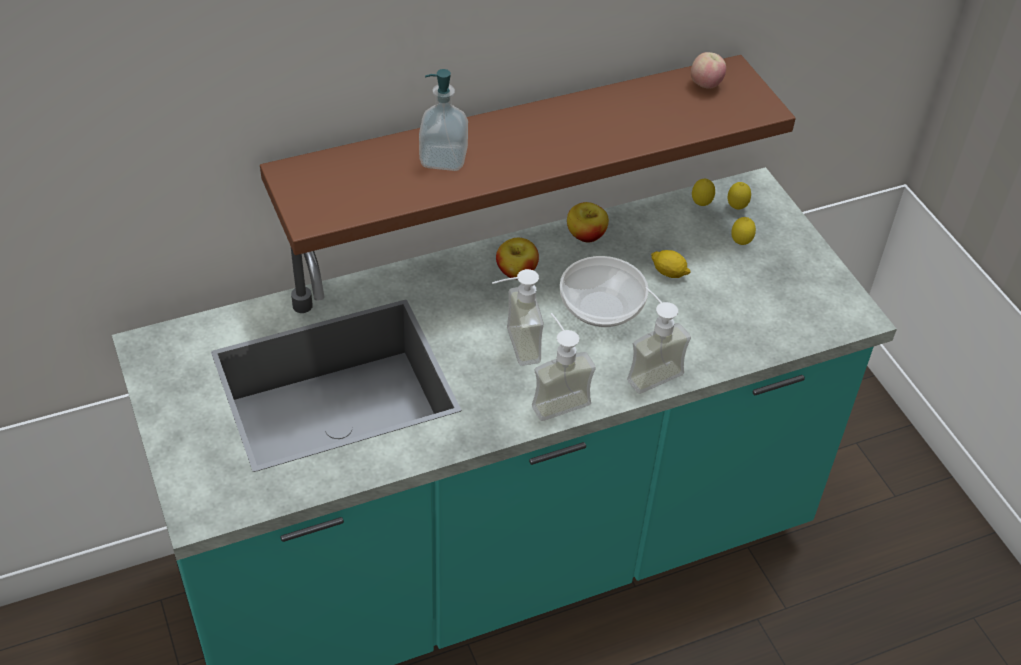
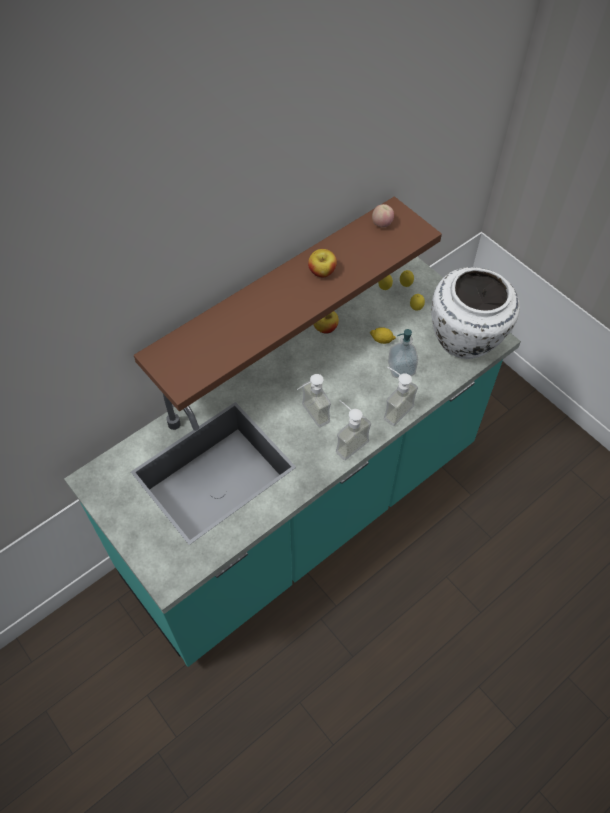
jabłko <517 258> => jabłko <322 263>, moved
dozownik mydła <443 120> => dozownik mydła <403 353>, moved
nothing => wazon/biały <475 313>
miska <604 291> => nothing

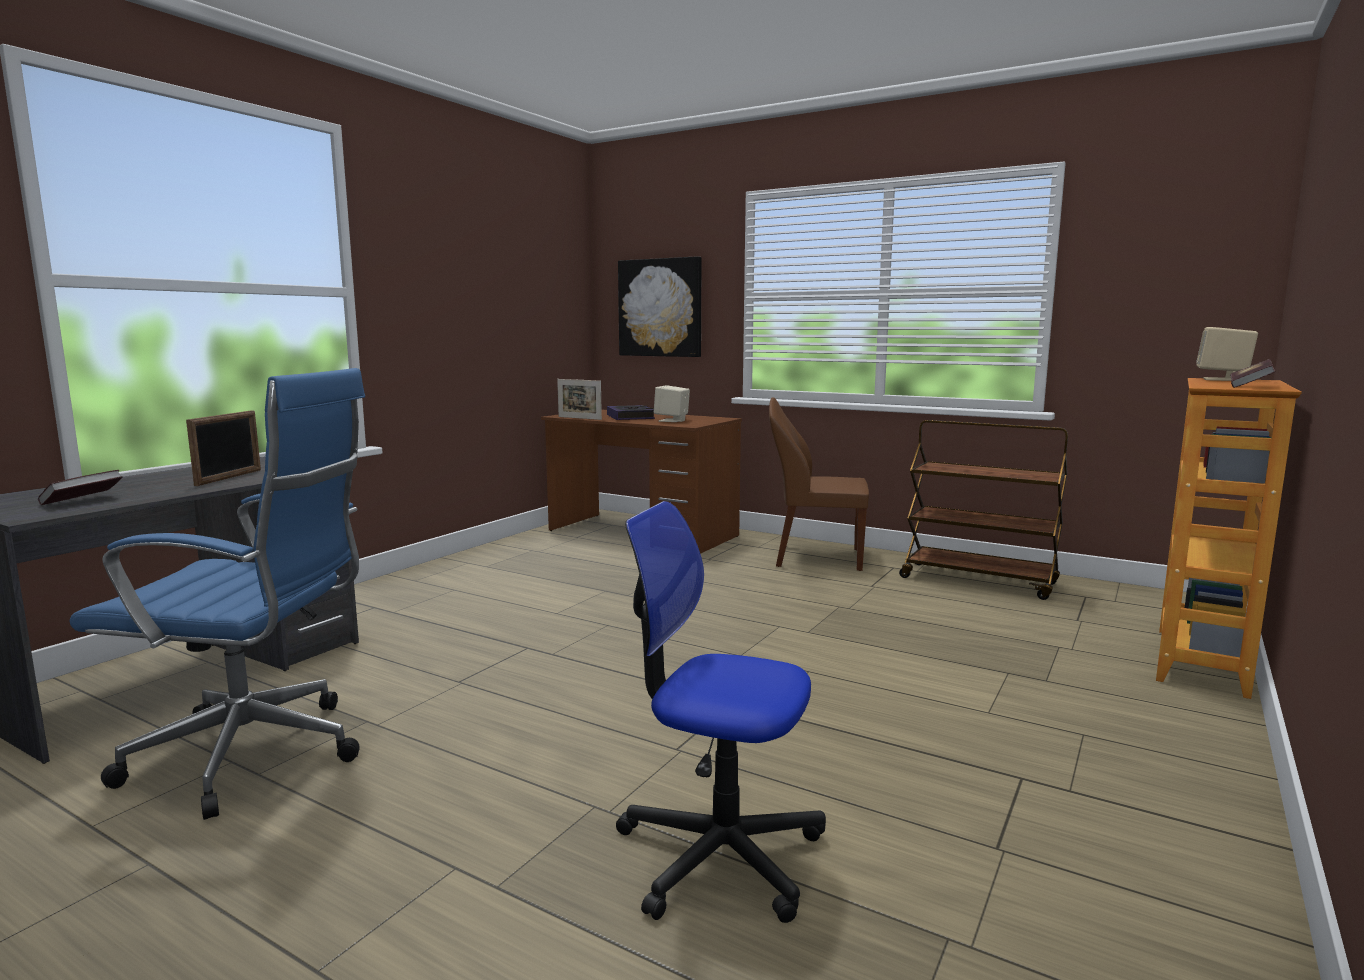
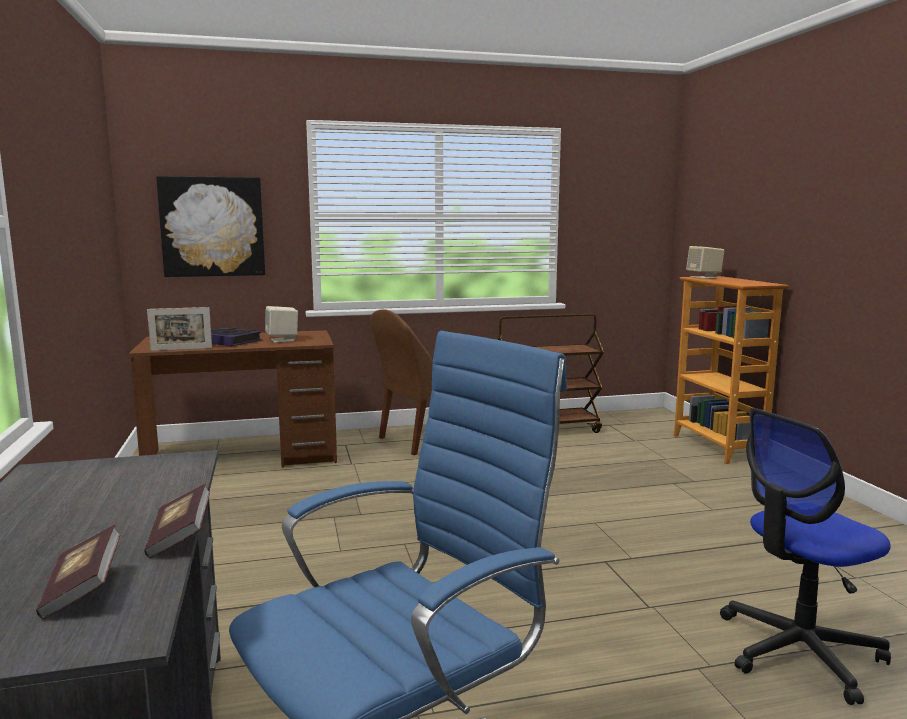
książka <1253 373> => książka <177 521>, moved
ramka na zdjęcie <223 448> => nothing

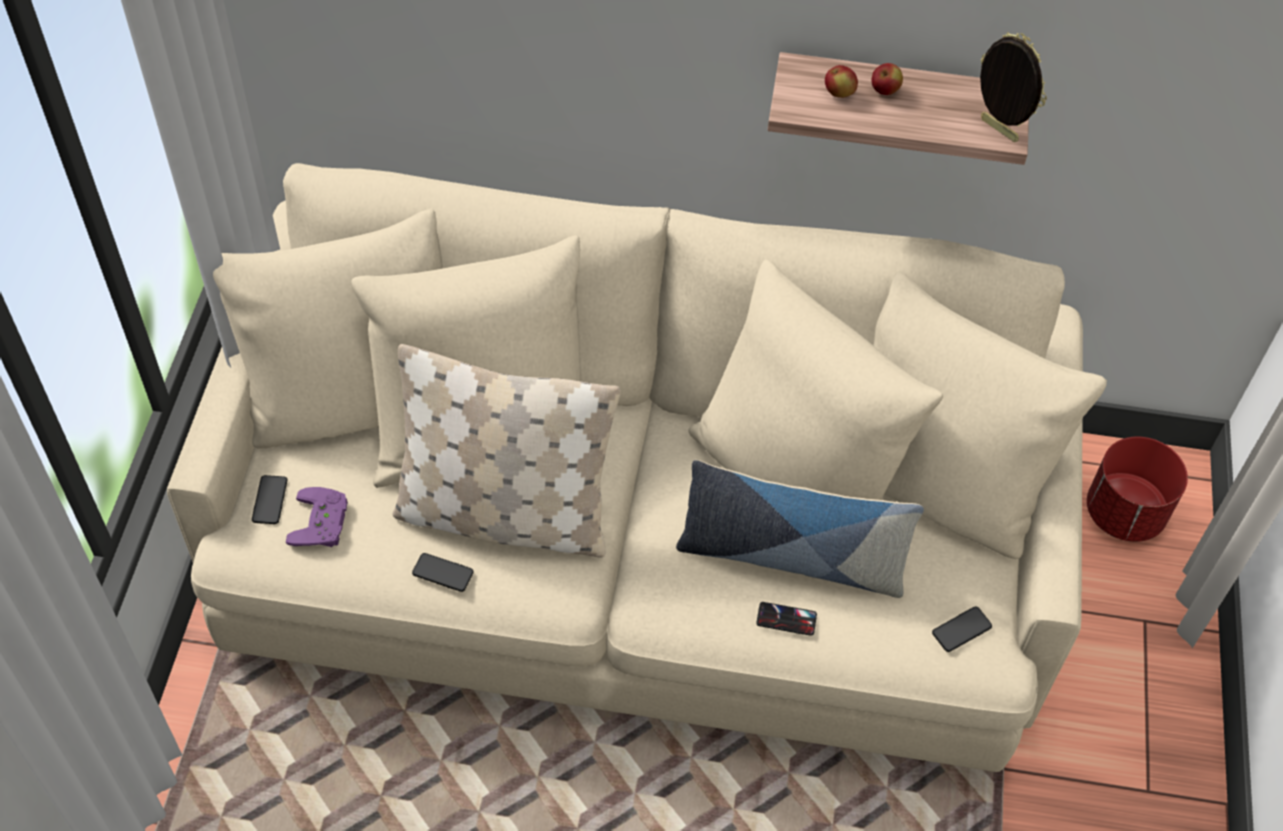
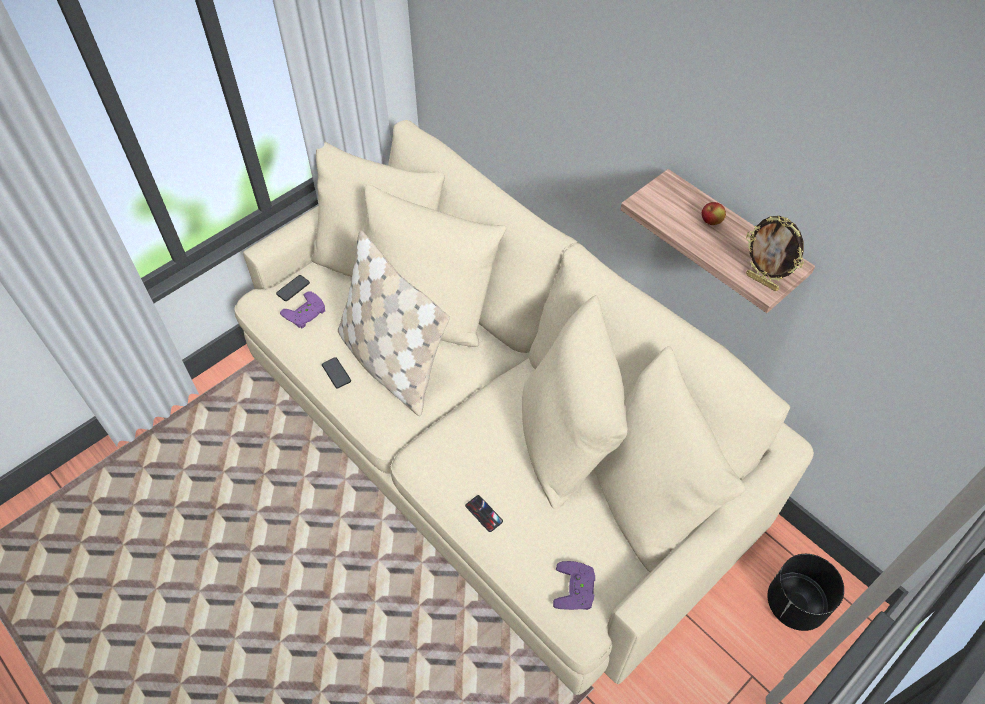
telefon <962 629> => pad do gier/fioletowy <574 585>
ramka na zdjęcie <1013 87> => ramka na zdjęcie <775 253>, 135 degrees clockwise
donica/czerwony <1137 489> => donica/czarny <806 592>
poduszka <800 529> => nothing
jabłko <841 81> => nothing

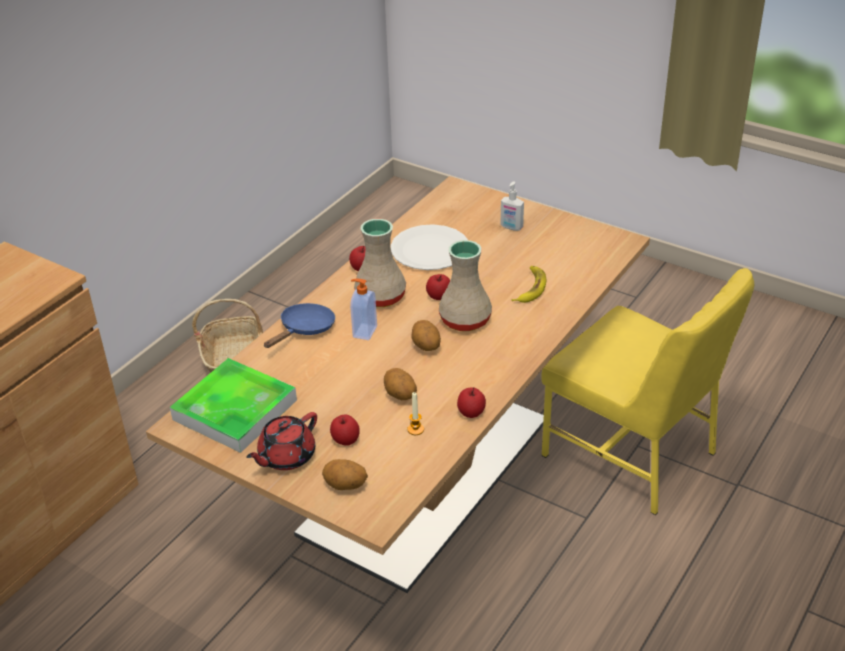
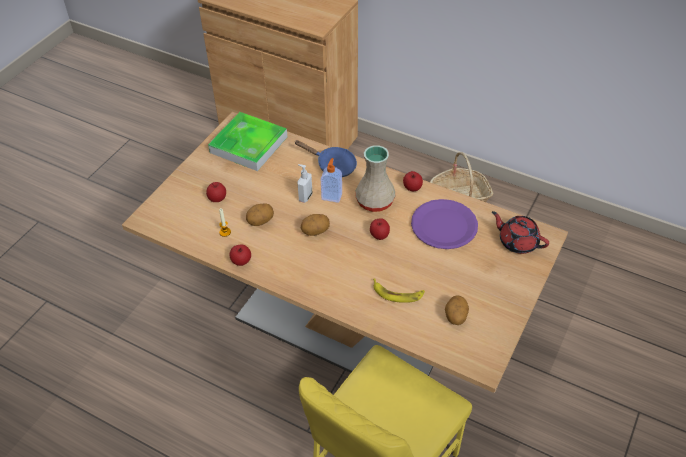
dozownik mydła <512 206> => dozownik mydła <305 183>, moved
talerz/biały <429 247> => talerz/fioletowy <444 224>
ziemniak <345 474> => ziemniak <457 310>, moved
imbryk/czerwony <281 441> => imbryk/czerwony <520 232>, moved
wazon/beżowy <465 286> => nothing

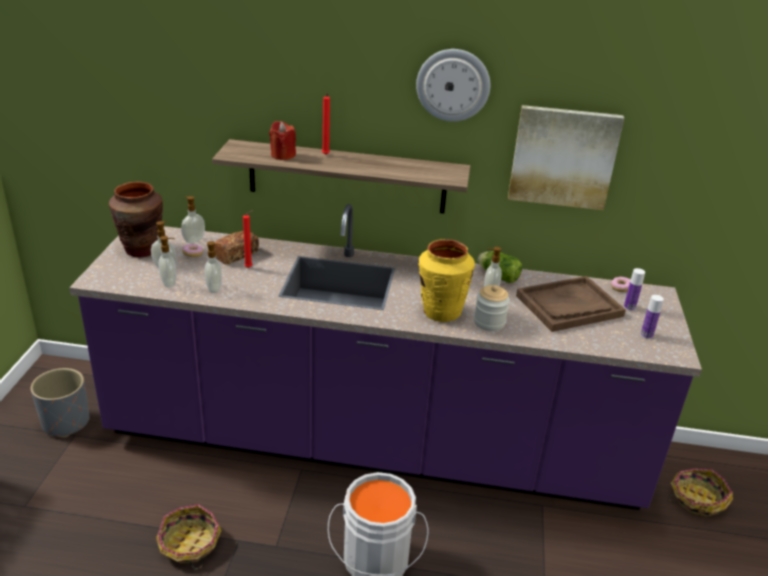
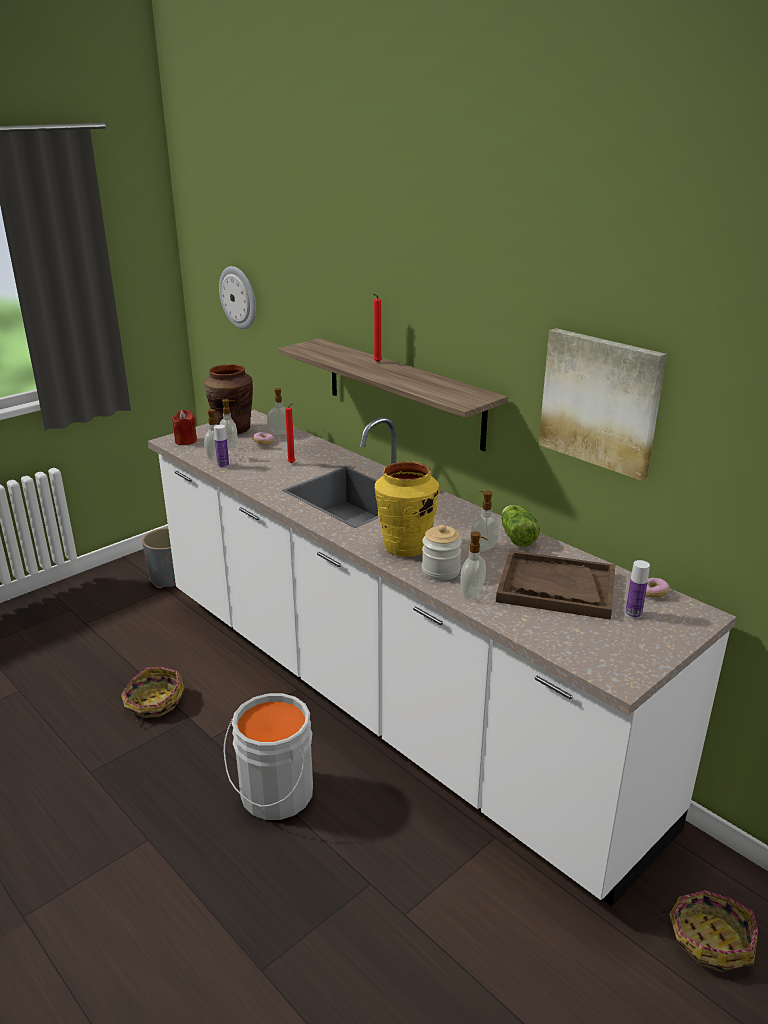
zabudowa kuchenna/fioletowy <385 357> => zabudowa kuchenna/biały <442 658>
świeca/czerwony <282 140> => świeca/czerwony <184 427>, moved
butelka <652 317> => butelka <221 446>, moved
zegar ścienny <453 85> => zegar ścienny <237 297>, moved
dozownik mydła <213 267> => dozownik mydła <474 565>, moved
chleb <236 248> => nothing

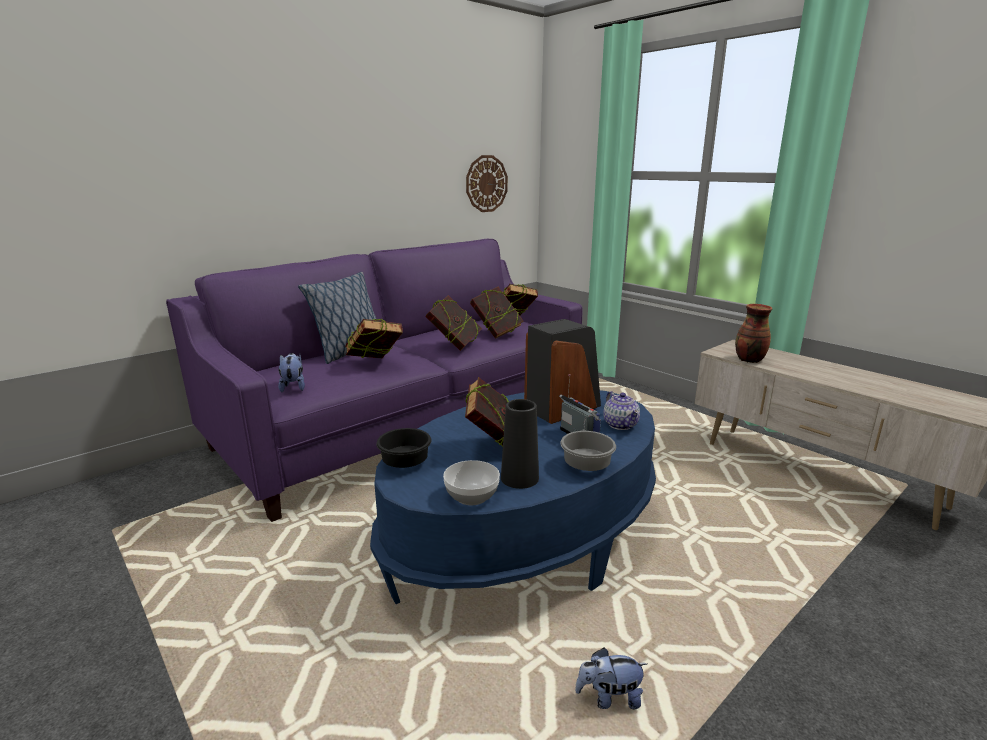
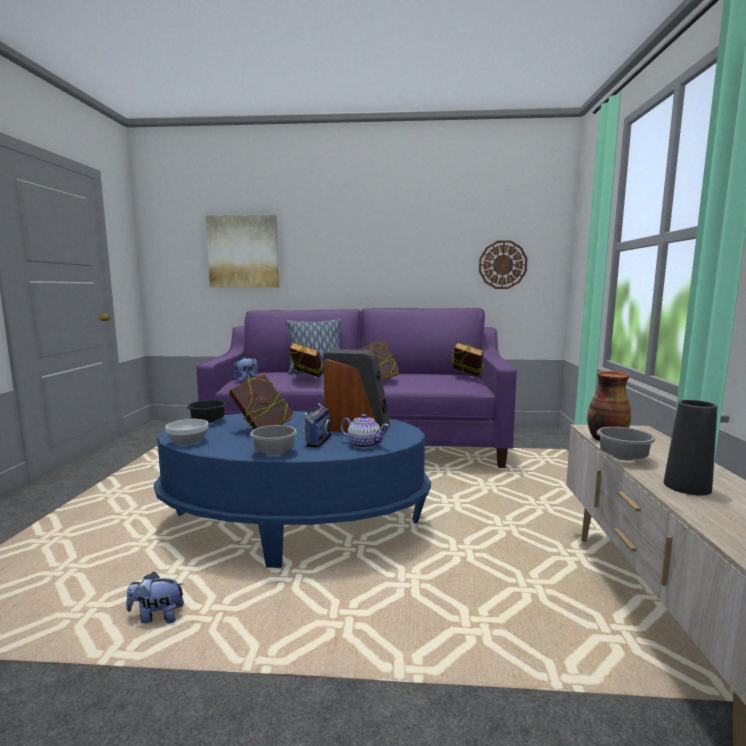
pluszak <611 678> => pluszak <155 597>, 45 degrees counterclockwise
nothing => obraz <242 251>
imbryk <621 410> => imbryk <364 431>, 90 degrees counterclockwise
nothing => miska/szary <626 443>
wazon/czarny <520 444> => wazon/czarny <690 448>, moved
książka <497 313> => nothing

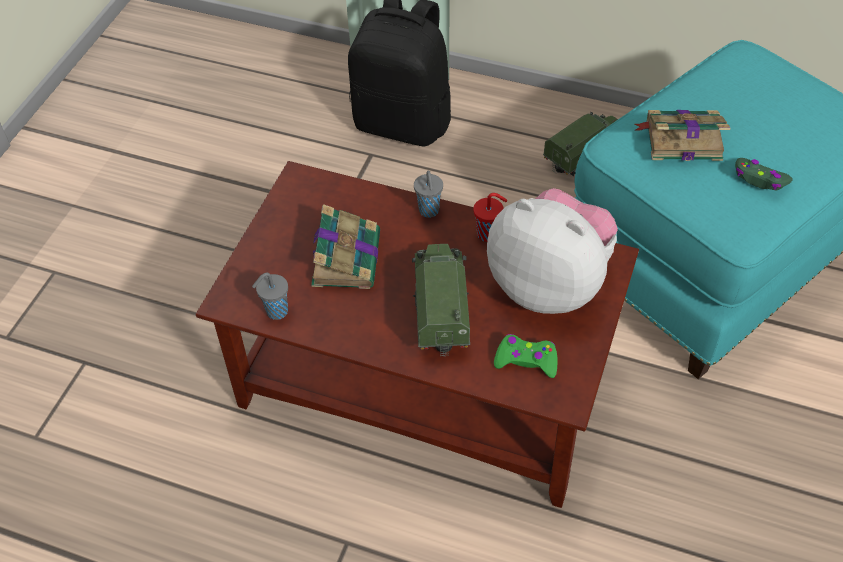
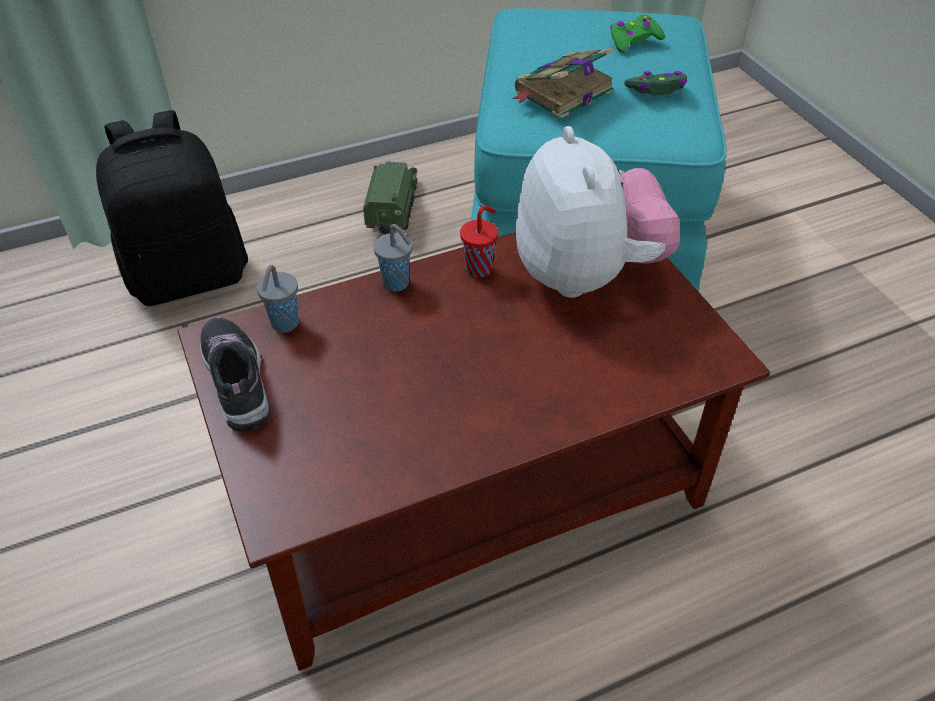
nothing => but <235 374>
filiżanka/szary <270 296> => filiżanka/szary <278 299>, moved
pluszak <552 251> => pluszak <598 212>, 90 degrees clockwise
pad do gier/zielony <526 356> => pad do gier/zielony <637 34>, moved
książka <345 246> => nothing
ciężarówka zabawkowa <441 300> => nothing

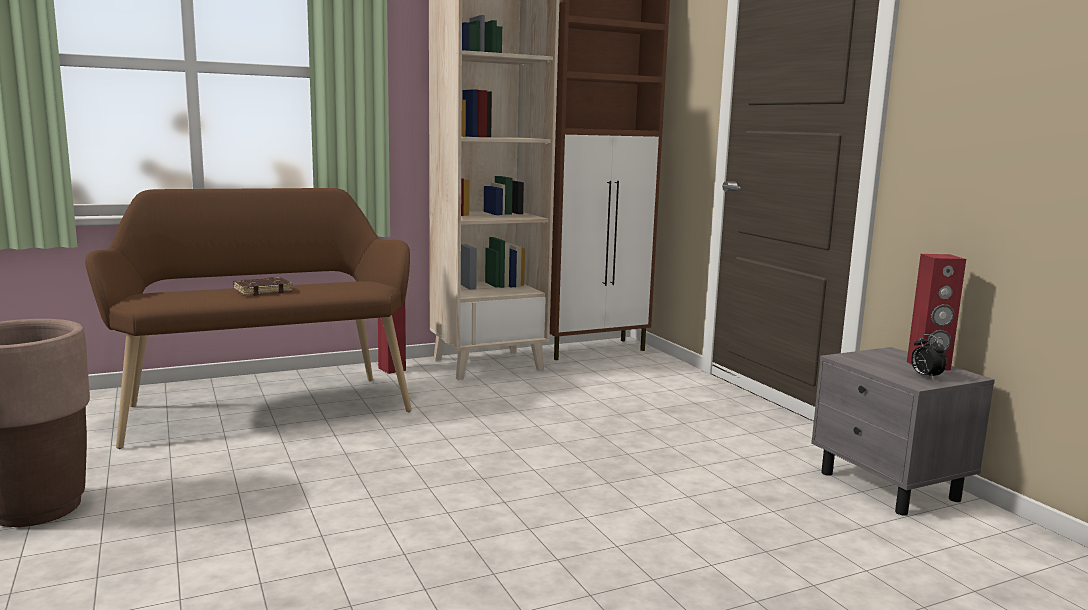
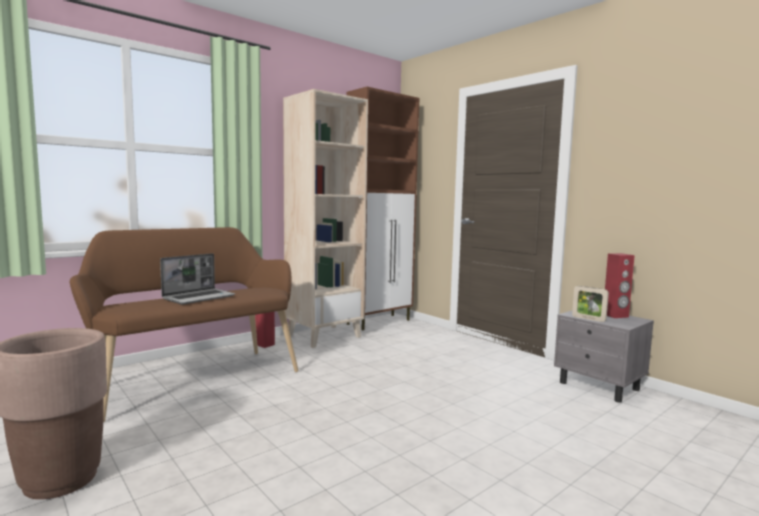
książka/brązowy <263 286> => laptop <197 279>
nothing => ramka na zdjęcie <590 304>
budzik <929 357> => nothing

